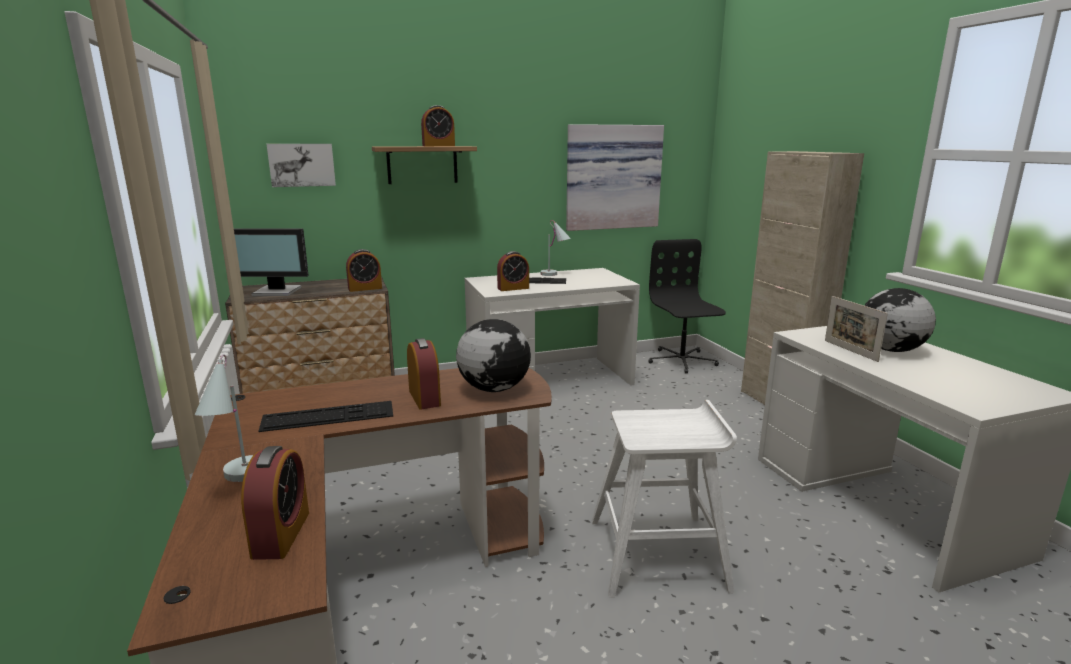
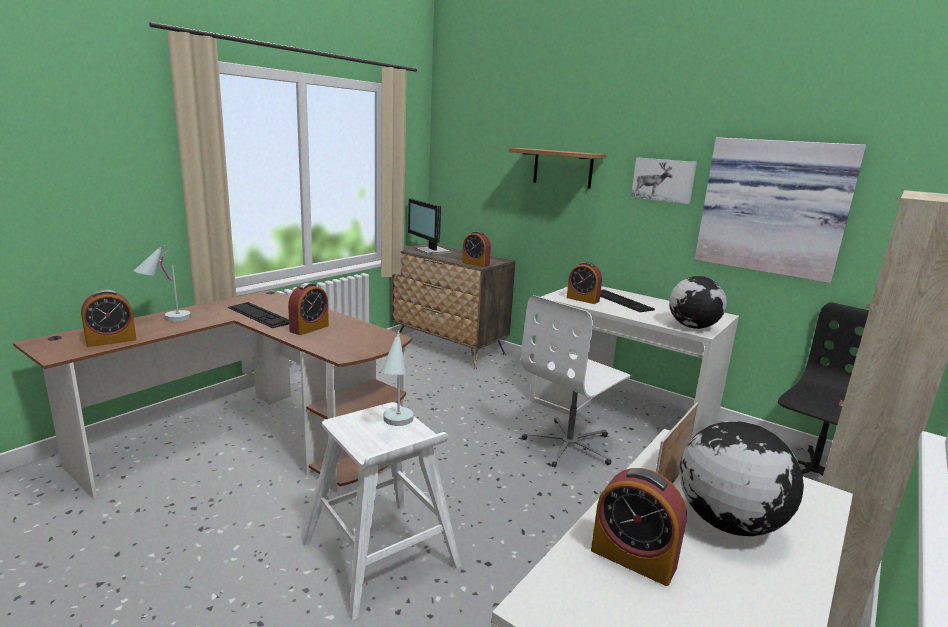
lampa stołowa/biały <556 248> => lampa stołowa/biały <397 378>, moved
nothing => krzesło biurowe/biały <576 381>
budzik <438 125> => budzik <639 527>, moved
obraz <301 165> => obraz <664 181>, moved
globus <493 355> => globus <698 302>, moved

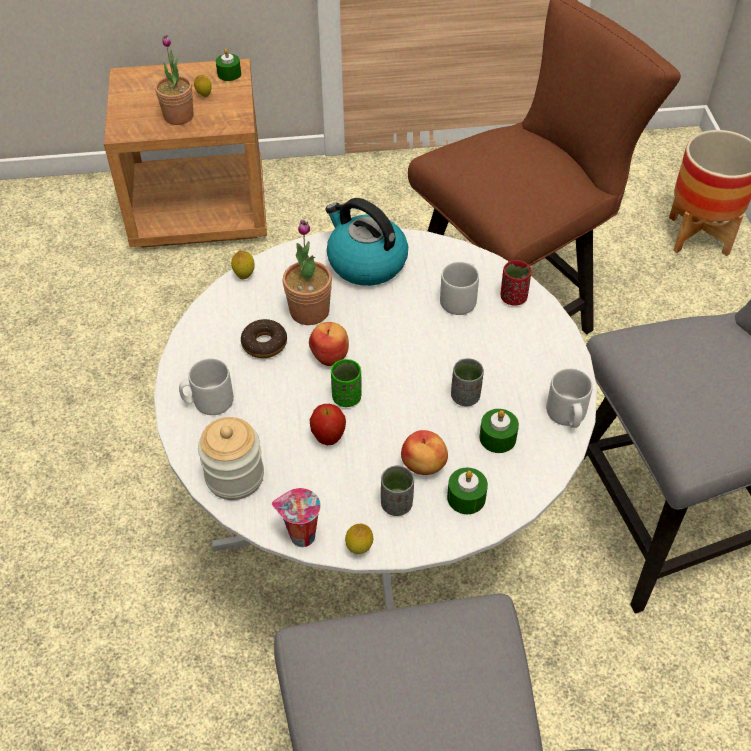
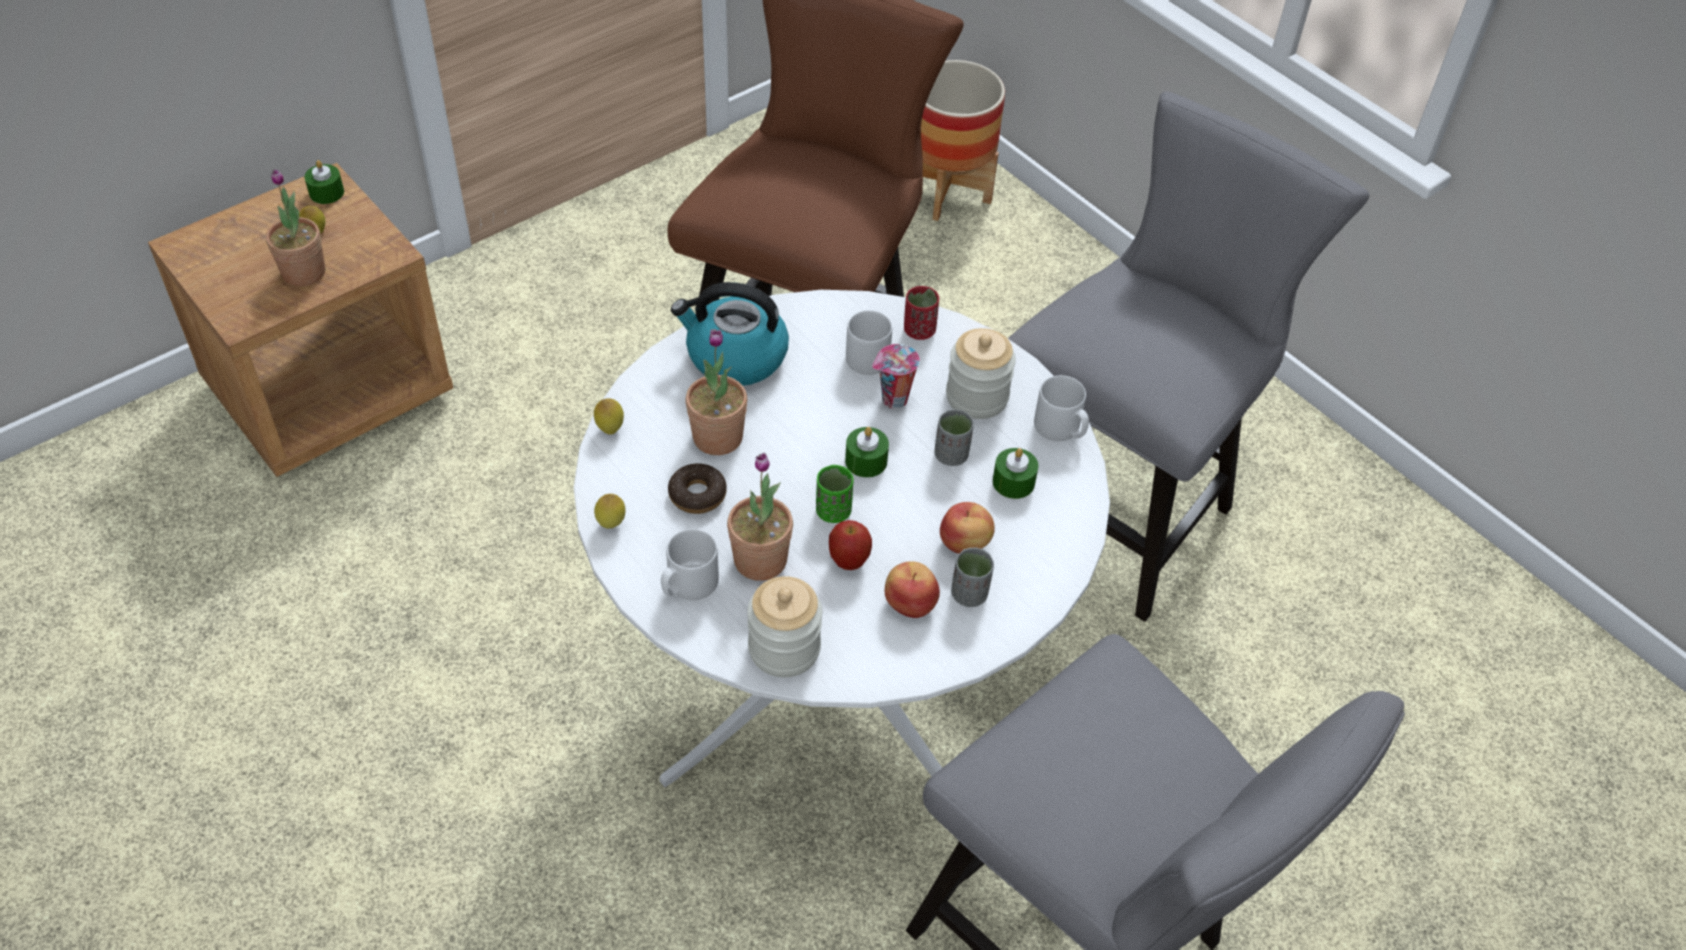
cytryna <359 539> => cytryna <609 511>, moved
nothing => roślina doniczkowa <760 517>
świeca/zielony <467 491> => świeca/zielony <867 452>, moved
filiżanka <296 517> => filiżanka <896 376>, moved
jabłko <329 344> => jabłko <912 589>, moved
nothing => słoik <981 373>

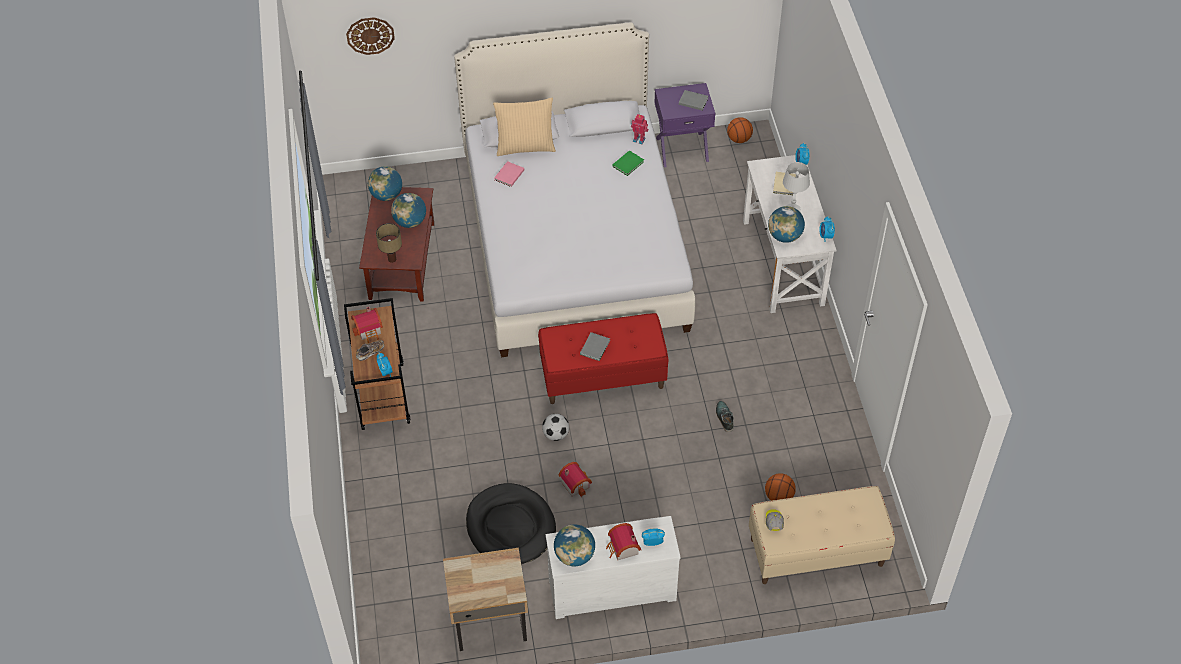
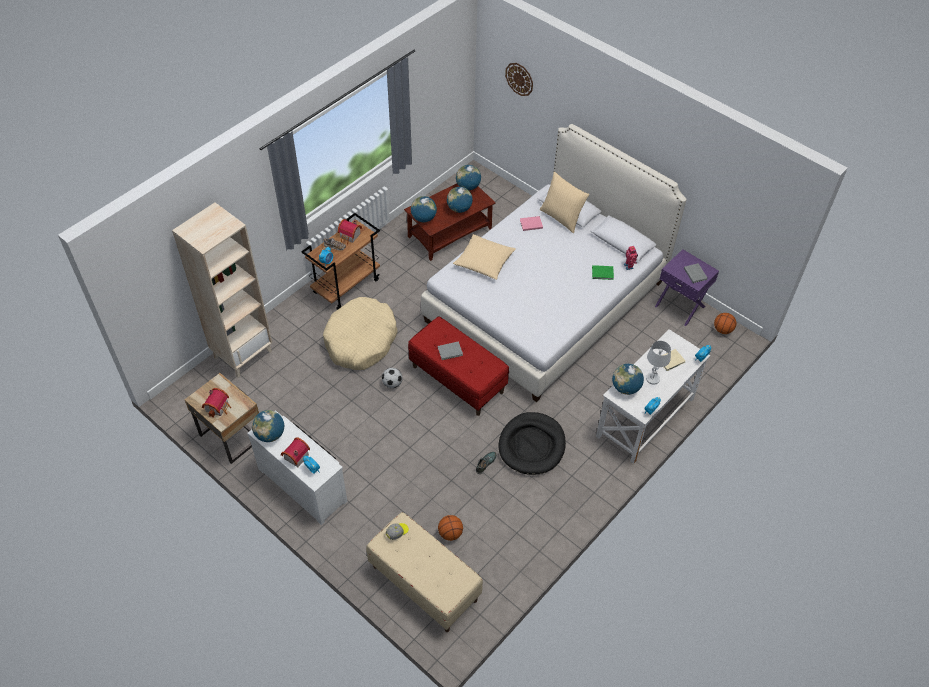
nothing => regał/beżowy <222 289>
domek <575 479> => domek <216 402>, moved
nothing => legowisko/beżowy <360 333>
lampa stołowa <389 243> => globus <424 209>
nothing => poduszka/beżowy <484 257>
legowisko/czarny <511 523> => legowisko/czarny <532 443>, moved

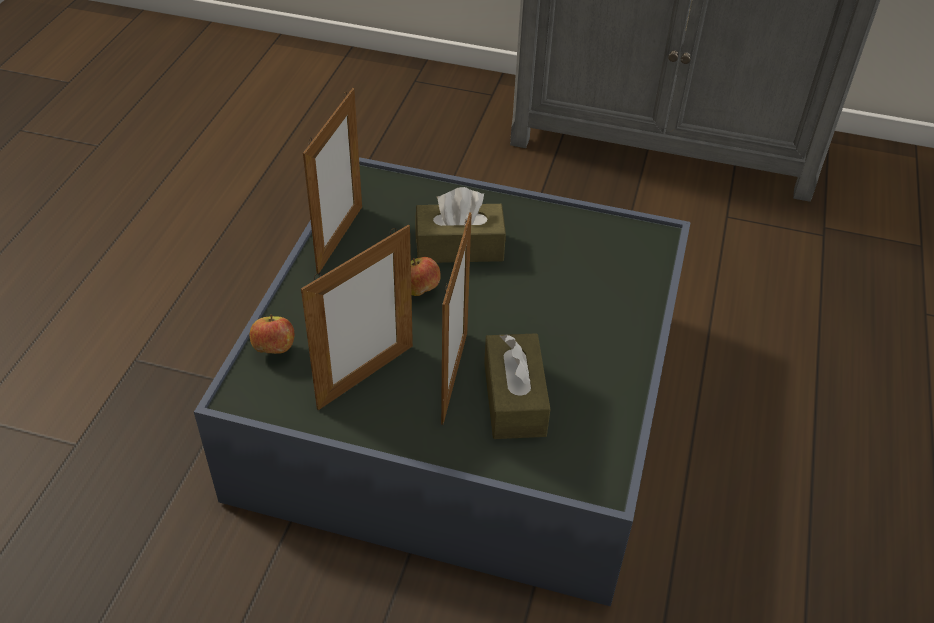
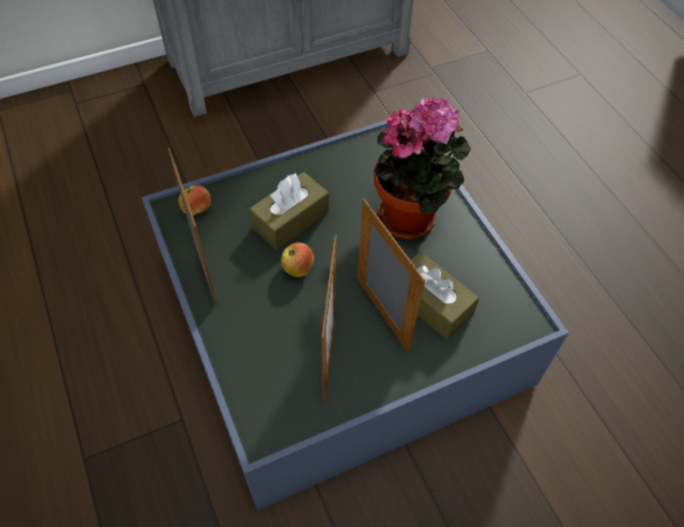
jabłko <272 334> => jabłko <194 200>, moved
nothing => roślina doniczkowa <422 168>

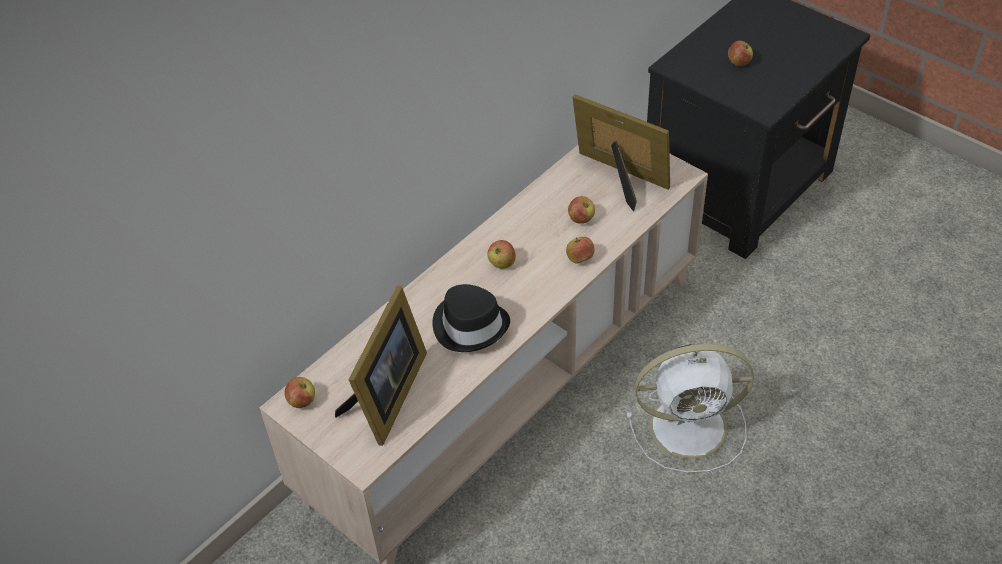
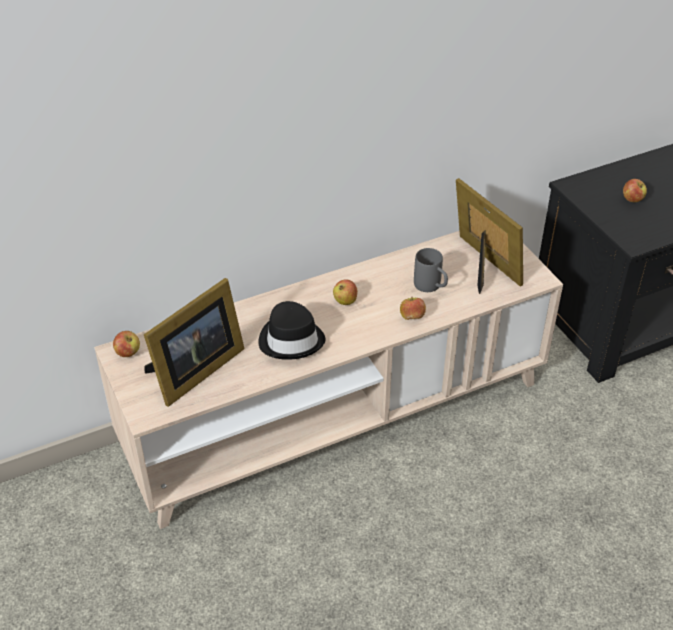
jabłko <581 210> => kubek/szary <431 270>
wentylator/biały <690 408> => nothing

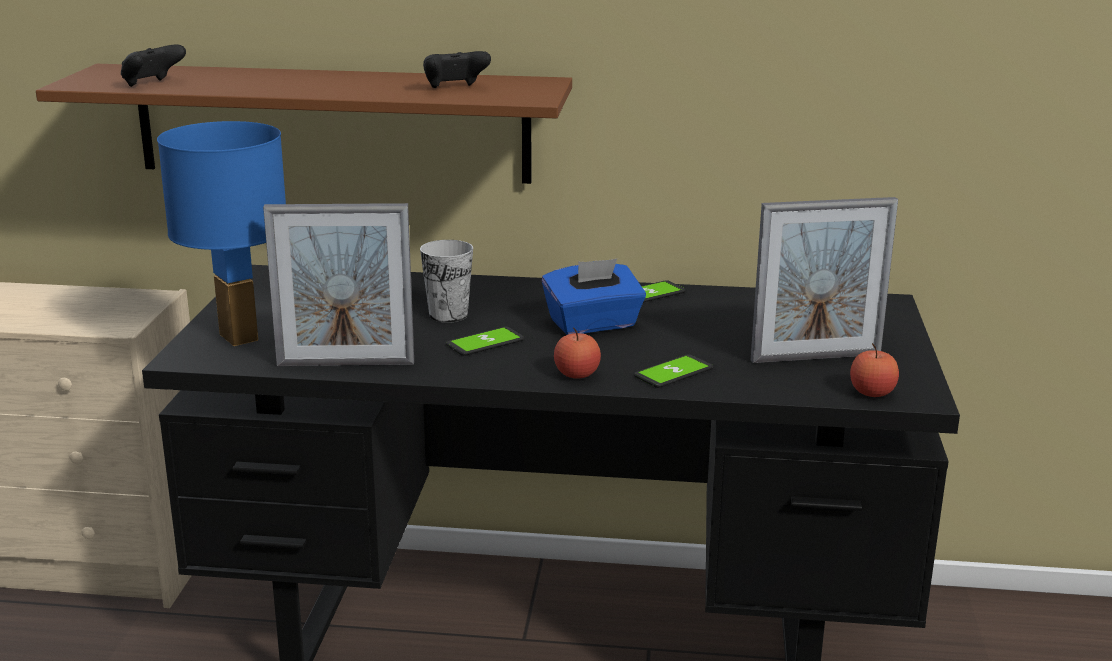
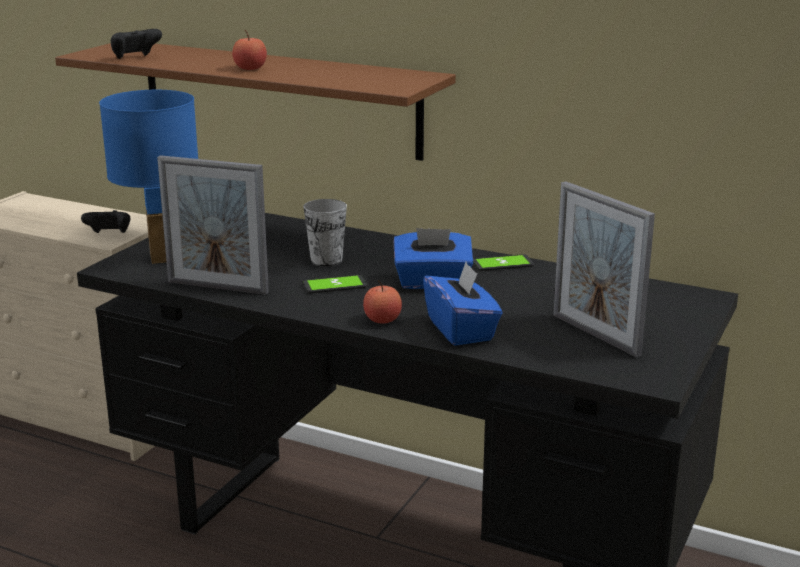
pad do gier/czarny <457 69> => pad do gier/czarny <105 221>, moved
jabłko <874 370> => jabłko <249 50>, moved
telefon <673 371> => pudełko chusteczek/niebieski <463 304>
ramka na zdjęcie <824 280> => ramka na zdjęcie <604 269>, 45 degrees clockwise

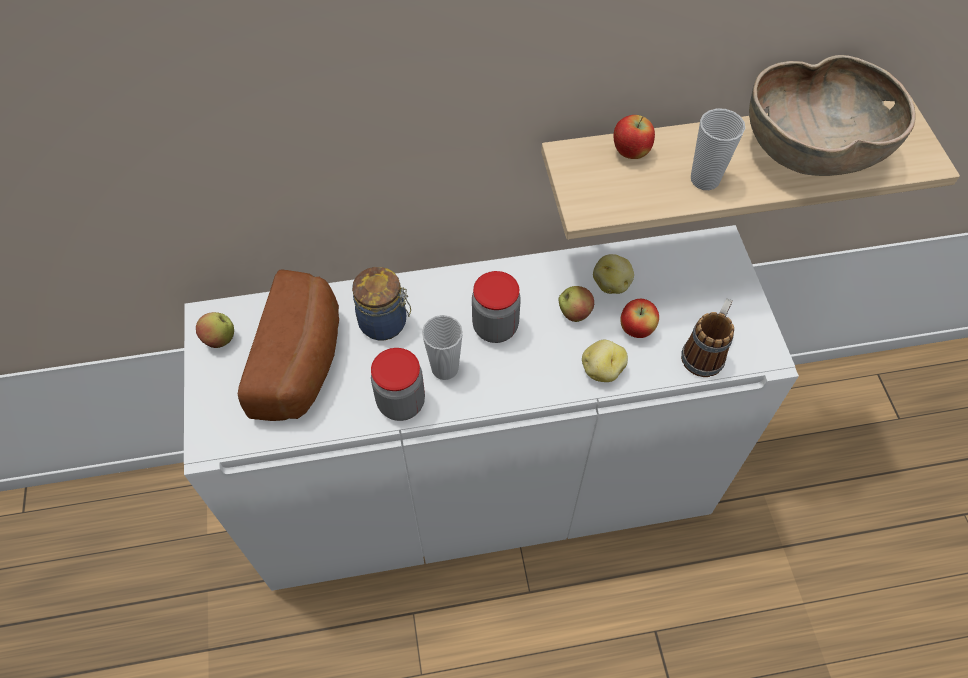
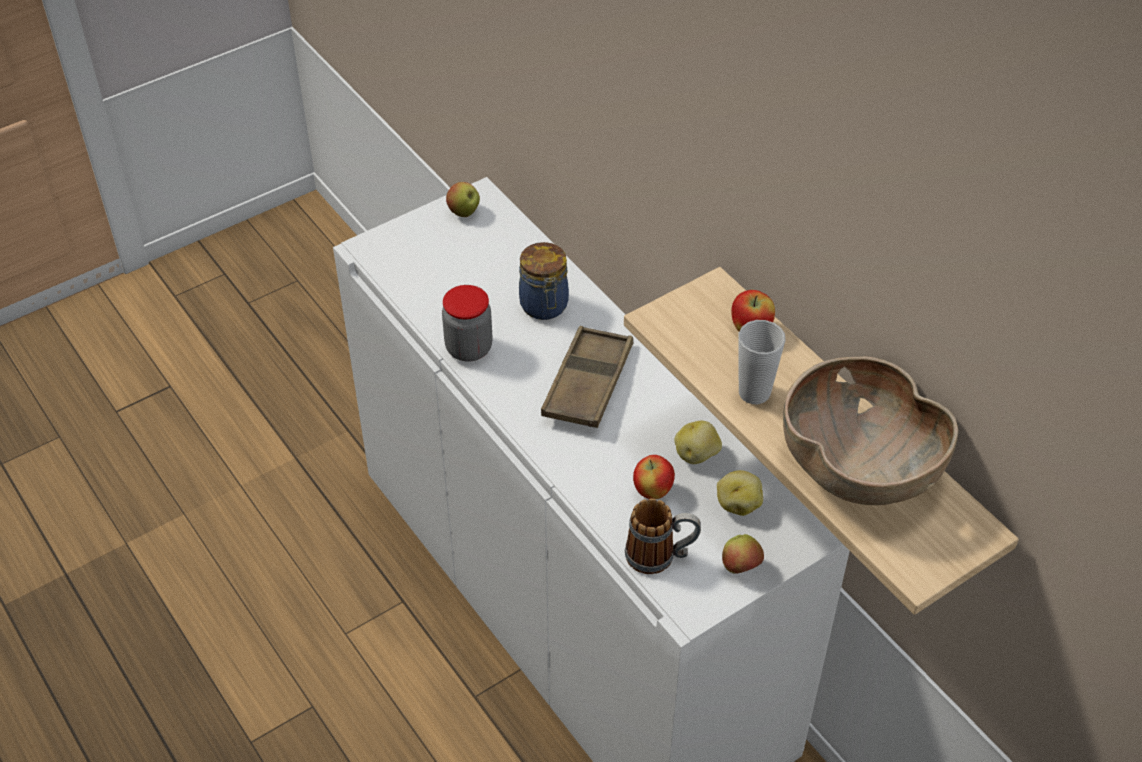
słoik <496 307> => taca/brązowy <587 377>
ziemniak <605 361> => ziemniak <740 493>, moved
jabłko <576 304> => jabłko <743 554>, moved
chleb <288 345> => nothing
filiżanka <442 347> => nothing

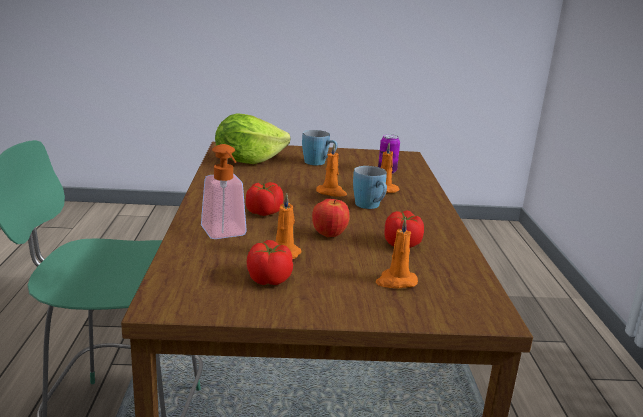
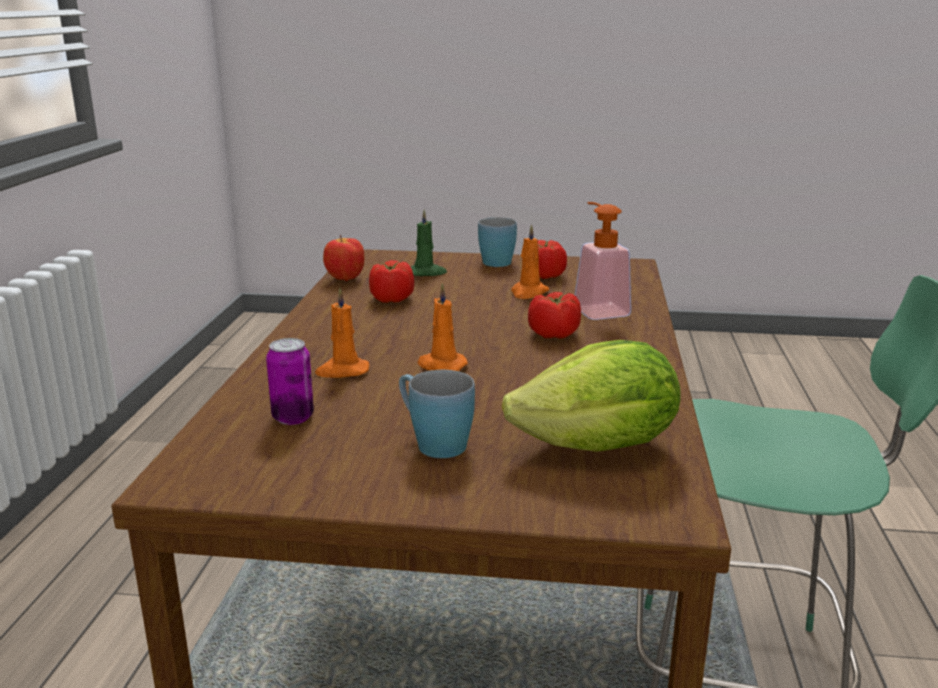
jabłko <331 218> => jabłko <343 258>, moved
świeca/pomarańczowy <397 253> => świeca/zielony <429 242>
kubek/niebieski <370 187> => kubek/niebieski <497 242>, moved

